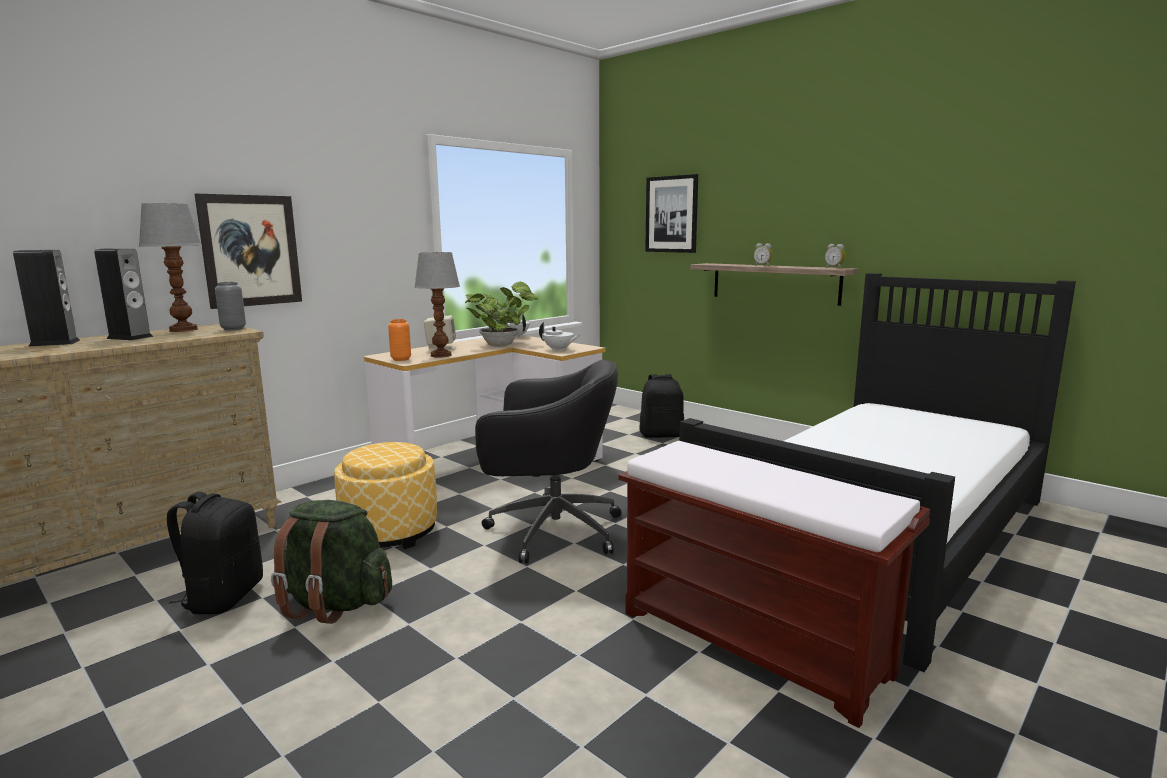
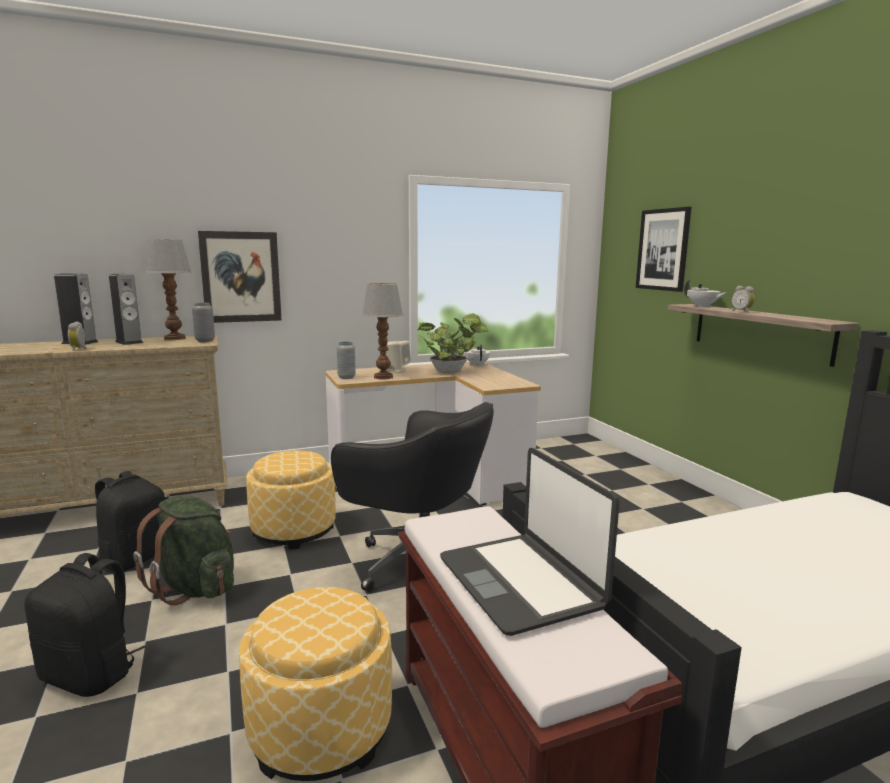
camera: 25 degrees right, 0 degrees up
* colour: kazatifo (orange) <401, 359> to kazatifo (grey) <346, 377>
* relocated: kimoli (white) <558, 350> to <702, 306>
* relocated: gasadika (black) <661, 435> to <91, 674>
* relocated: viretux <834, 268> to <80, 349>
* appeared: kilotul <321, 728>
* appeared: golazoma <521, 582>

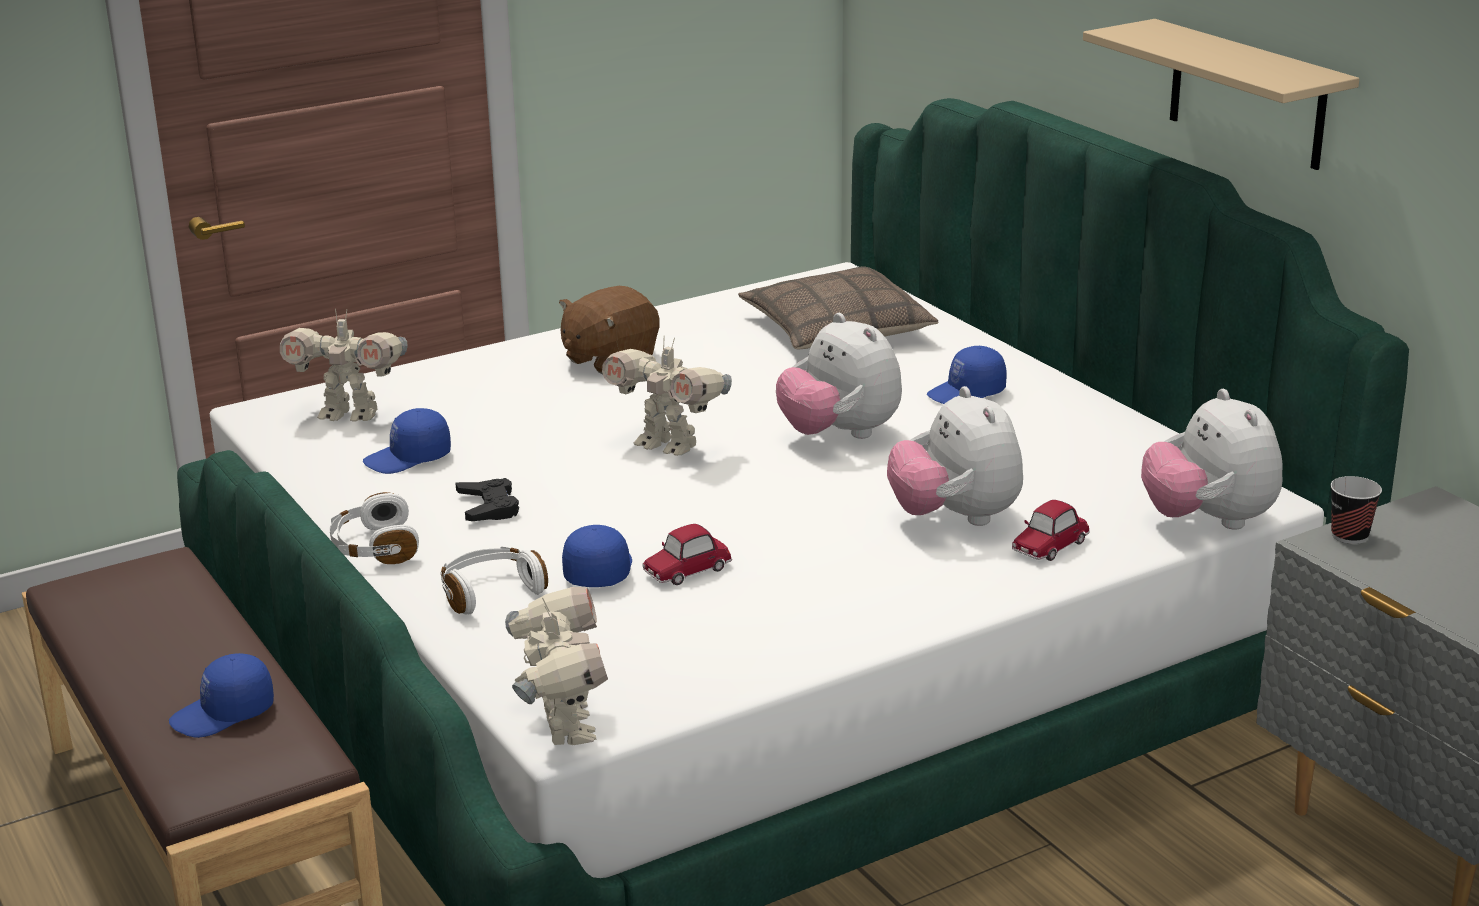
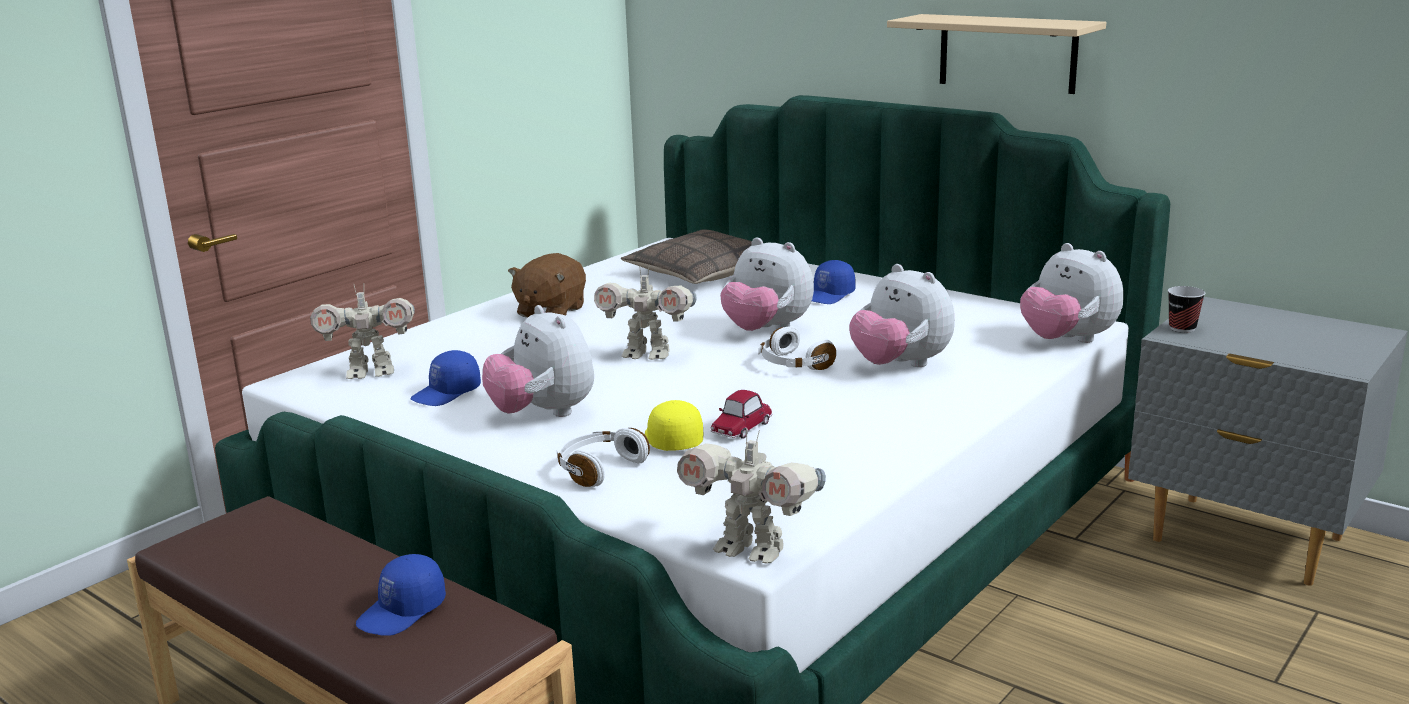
camera: 20 degrees left, 5 degrees down
* relocated: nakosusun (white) <374, 547> to <793, 364>
* exchanged: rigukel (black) <488, 507> to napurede <543, 414>
* spun: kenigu <563, 728> = <751, 550> 150 degrees clockwise
* colour: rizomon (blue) <597, 570> to rizomon (yellow) <671, 439>
* missing: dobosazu <1049, 546>

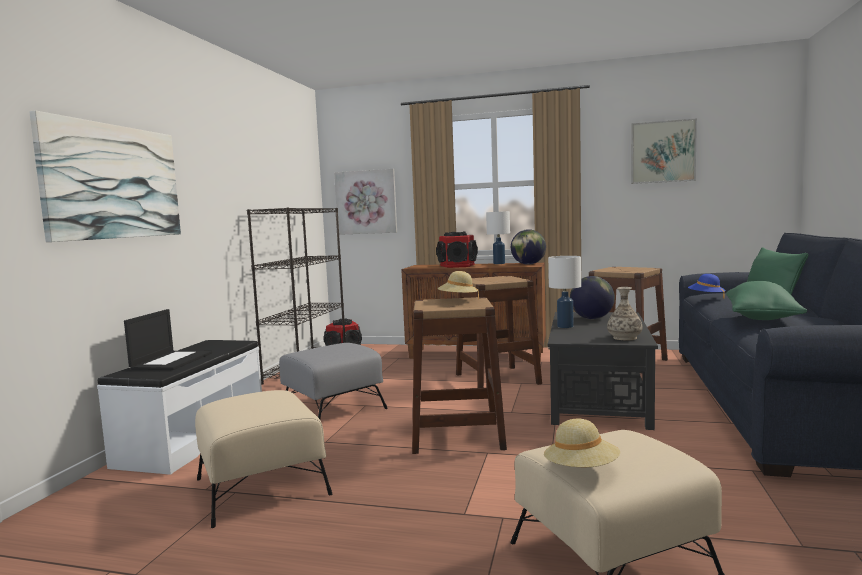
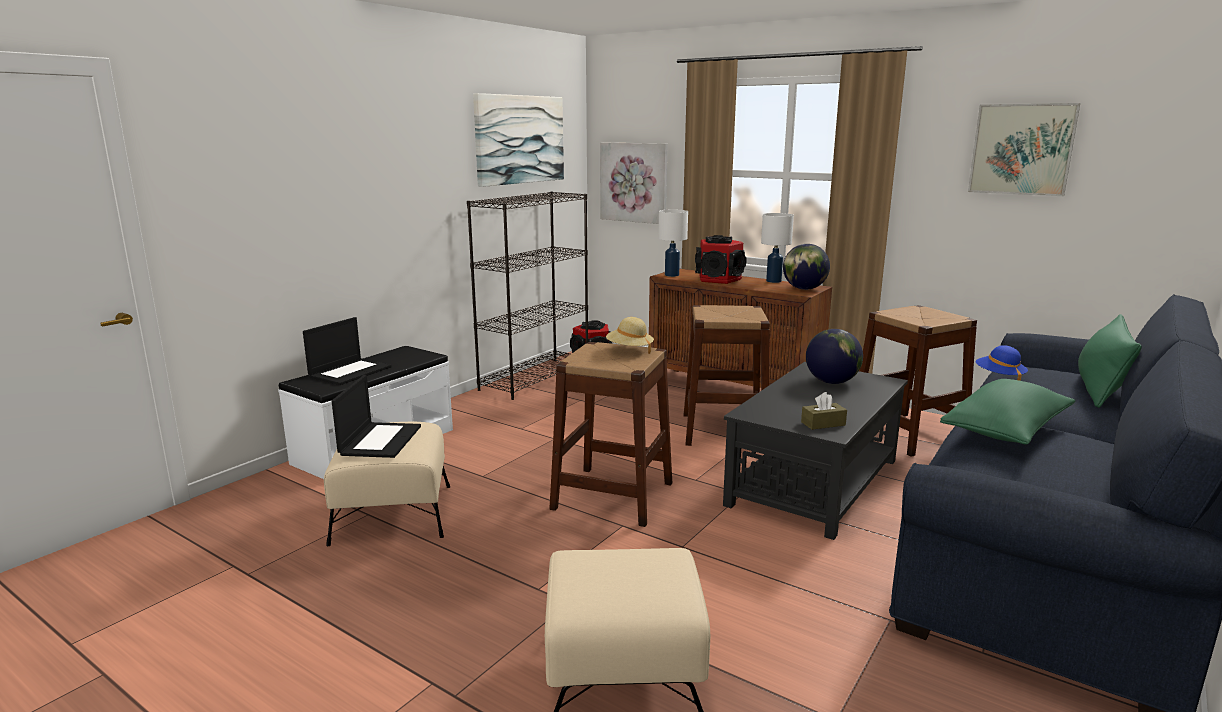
camera: 20 degrees right, 10 degrees up
* relocated: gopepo <113, 182> to <520, 139>
* missing: kilotul (grey) <334, 408>
* missing: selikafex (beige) <581, 470>
* relocated: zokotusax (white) <564, 326> to <671, 275>
* exchanged: kazatifo <624, 338> to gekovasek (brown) <823, 423>
* appeared: golazoma <380, 440>

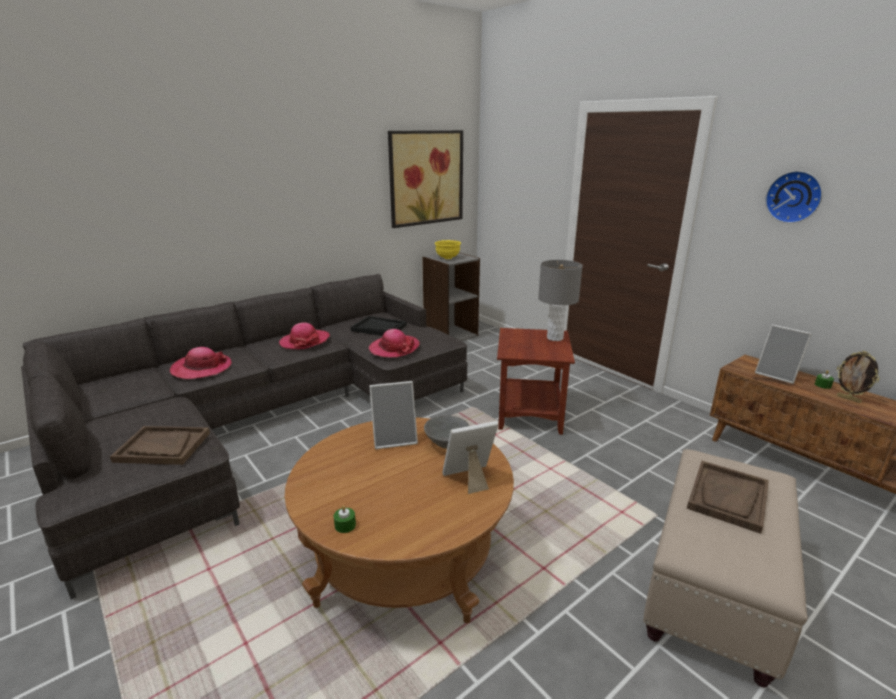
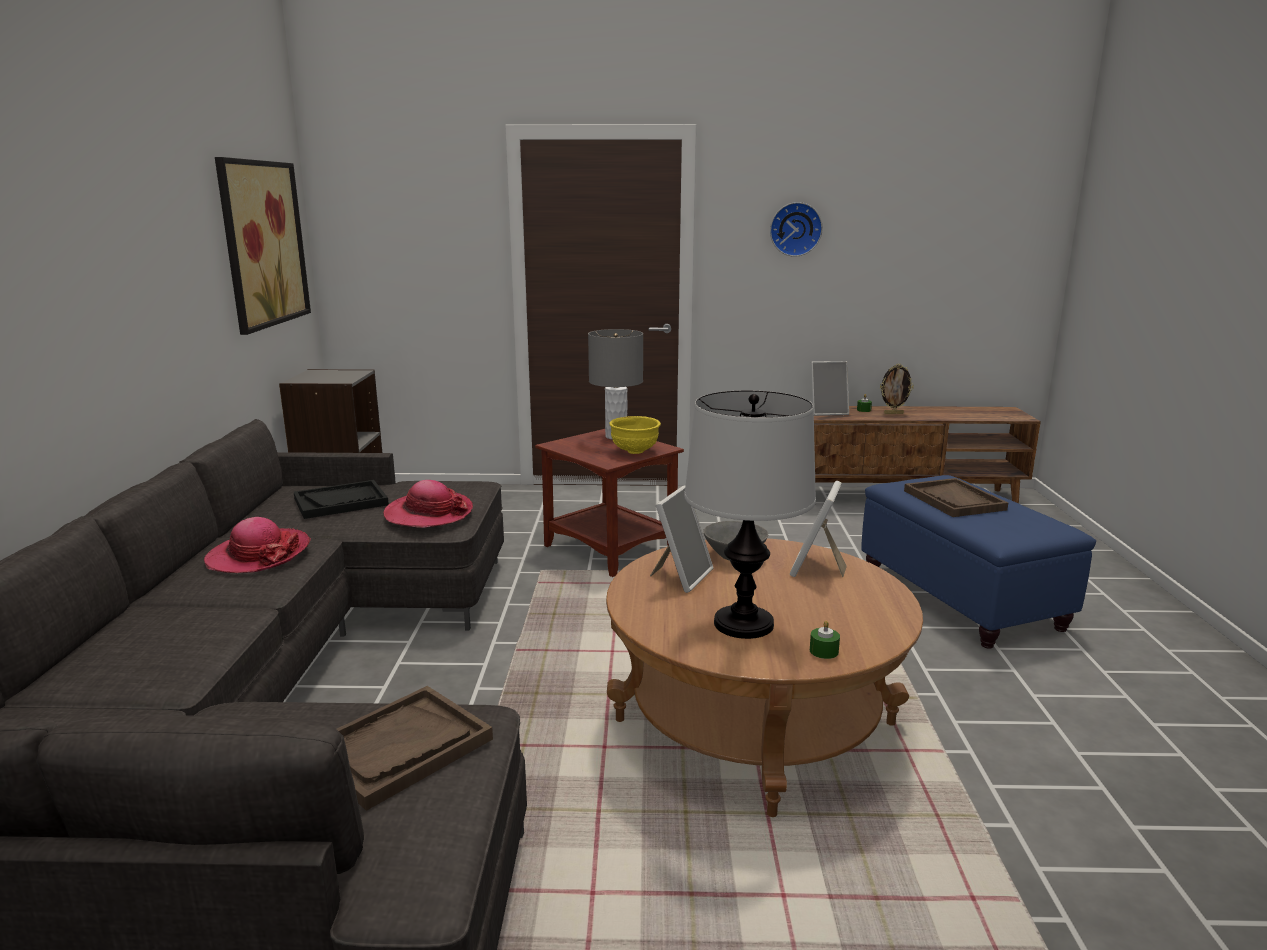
camera: 50 degrees left, 5 degrees down
* missing: selikafex <201, 368>
* relocated: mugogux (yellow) <447, 258> to <634, 452>
* colour: kilotul (beige) <713, 588> to kilotul (blue) <959, 597>
* appeared: zokotusax <743, 624>

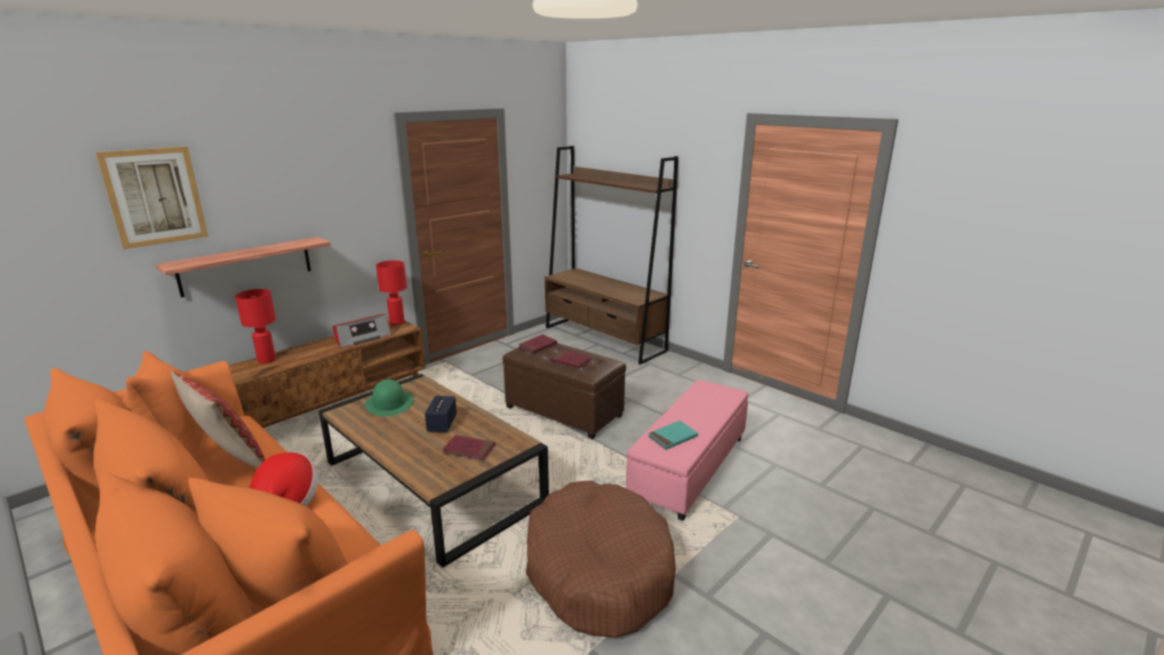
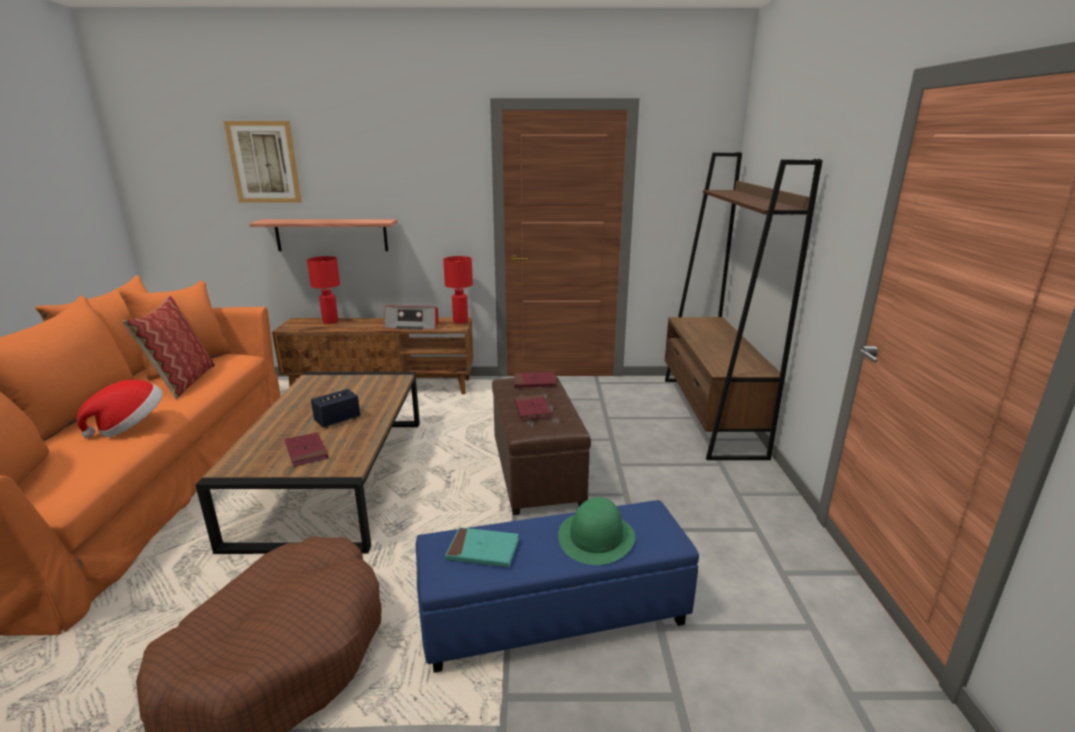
camera: 45 degrees right, 0 degrees up
* relocated: selikafex (green) <389, 403> to <596, 537>
* colour: kilotul (pink) <690, 468> to kilotul (blue) <554, 616>

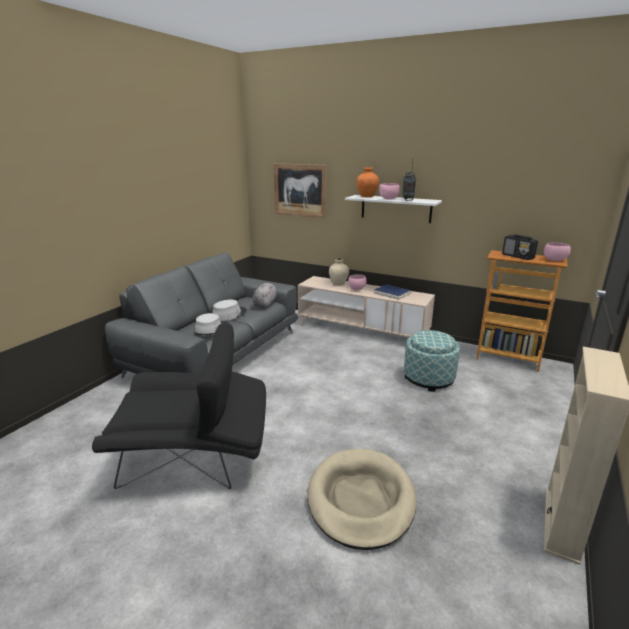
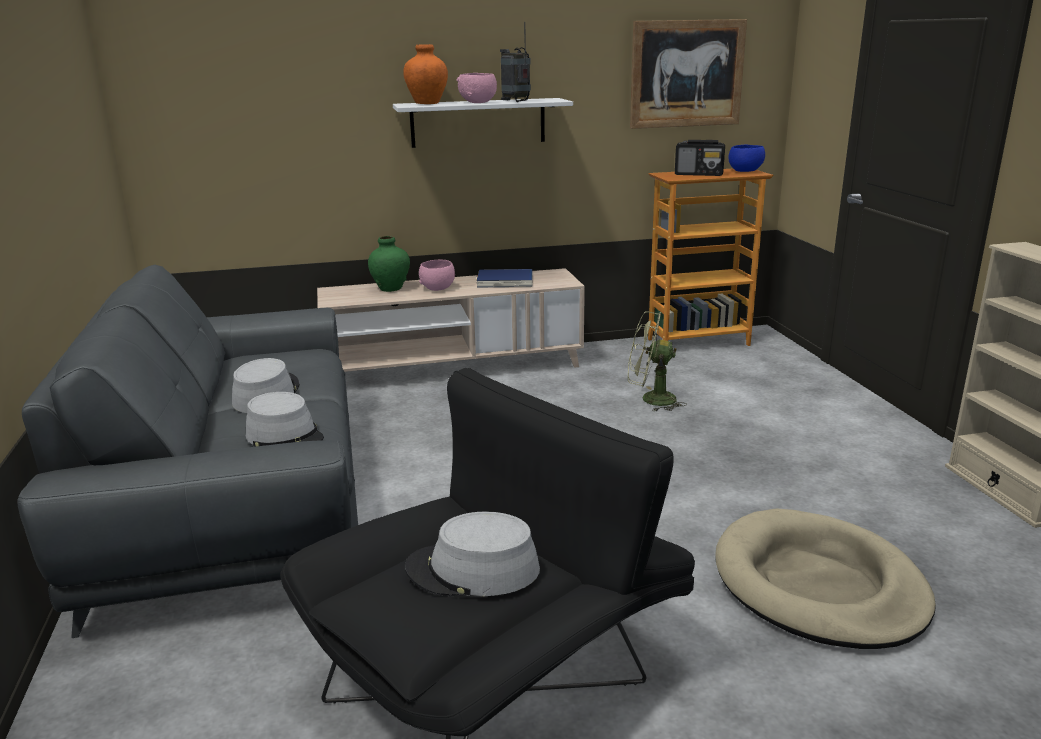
camera: 40 degrees left, 0 degrees up
* missing: napurede (grey) <265, 304>
* relocated: gopepo <300, 190> to <687, 74>
* colour: kazatifo (beige) <338, 283> to kazatifo (green) <391, 288>
* exchanged: kilotul <429, 378> to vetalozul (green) <650, 399>
* colour: mugogux (pink) <554, 260> to mugogux (blue) <745, 171>
* appeared: selikafex (grey) <473, 570>

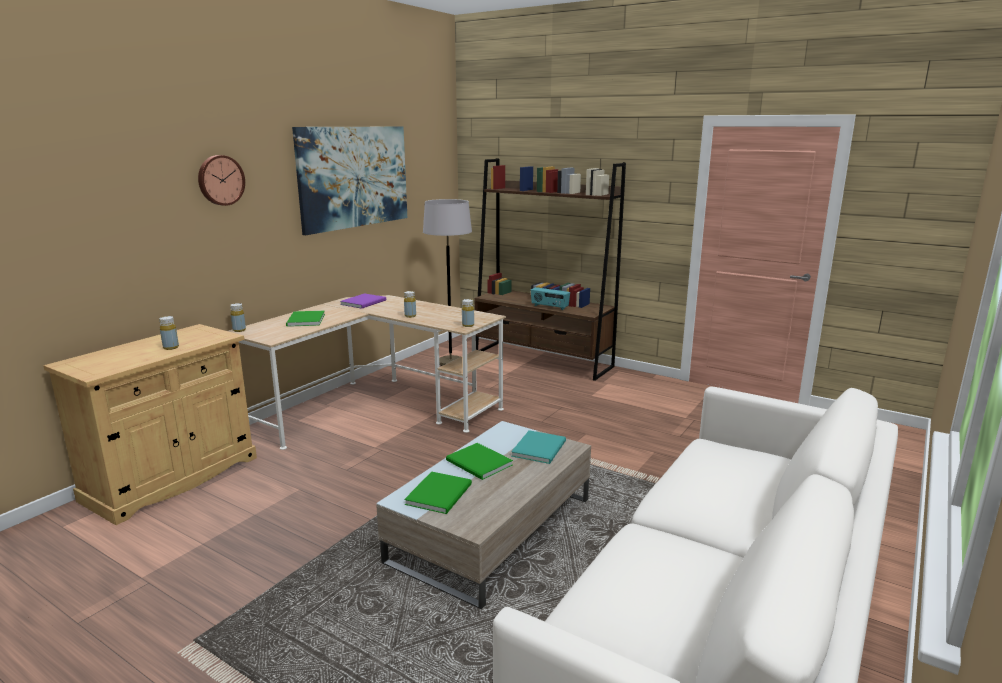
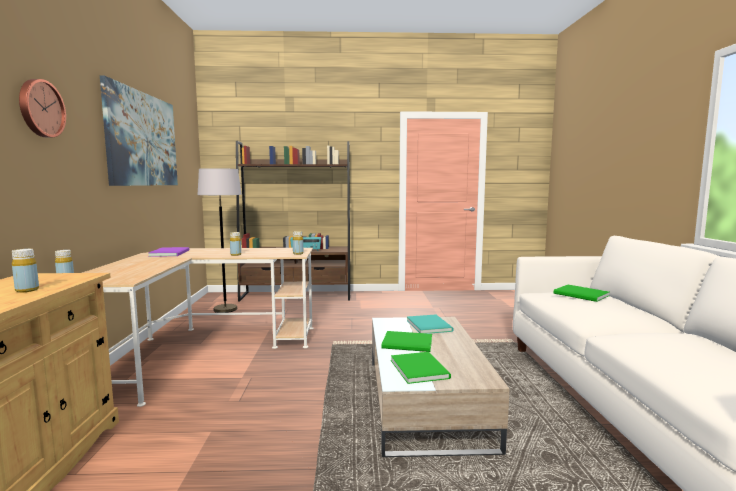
camera: 35 degrees left, 10 degrees down
* relocated: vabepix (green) <304, 320> to <582, 295>

